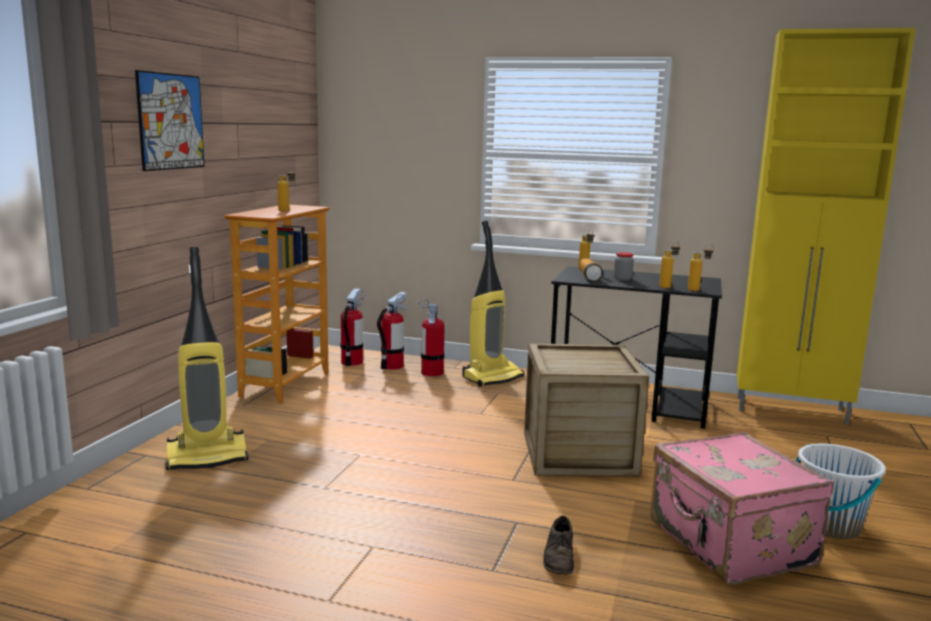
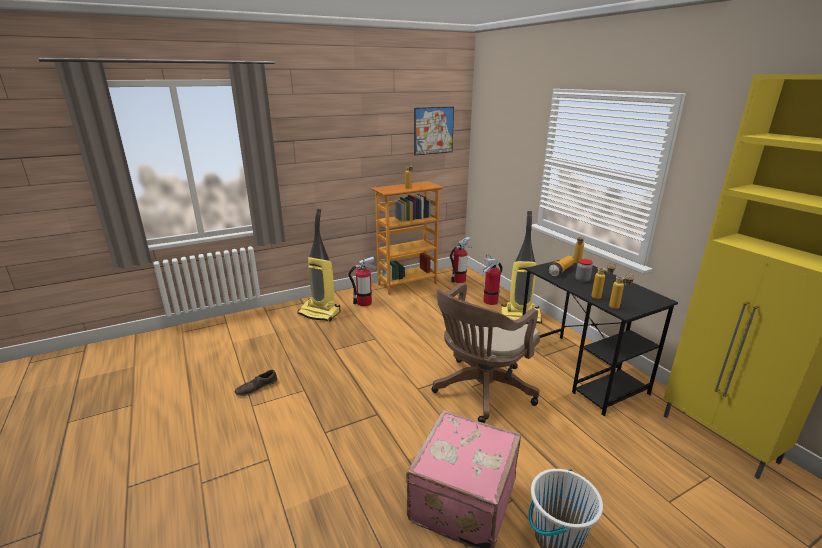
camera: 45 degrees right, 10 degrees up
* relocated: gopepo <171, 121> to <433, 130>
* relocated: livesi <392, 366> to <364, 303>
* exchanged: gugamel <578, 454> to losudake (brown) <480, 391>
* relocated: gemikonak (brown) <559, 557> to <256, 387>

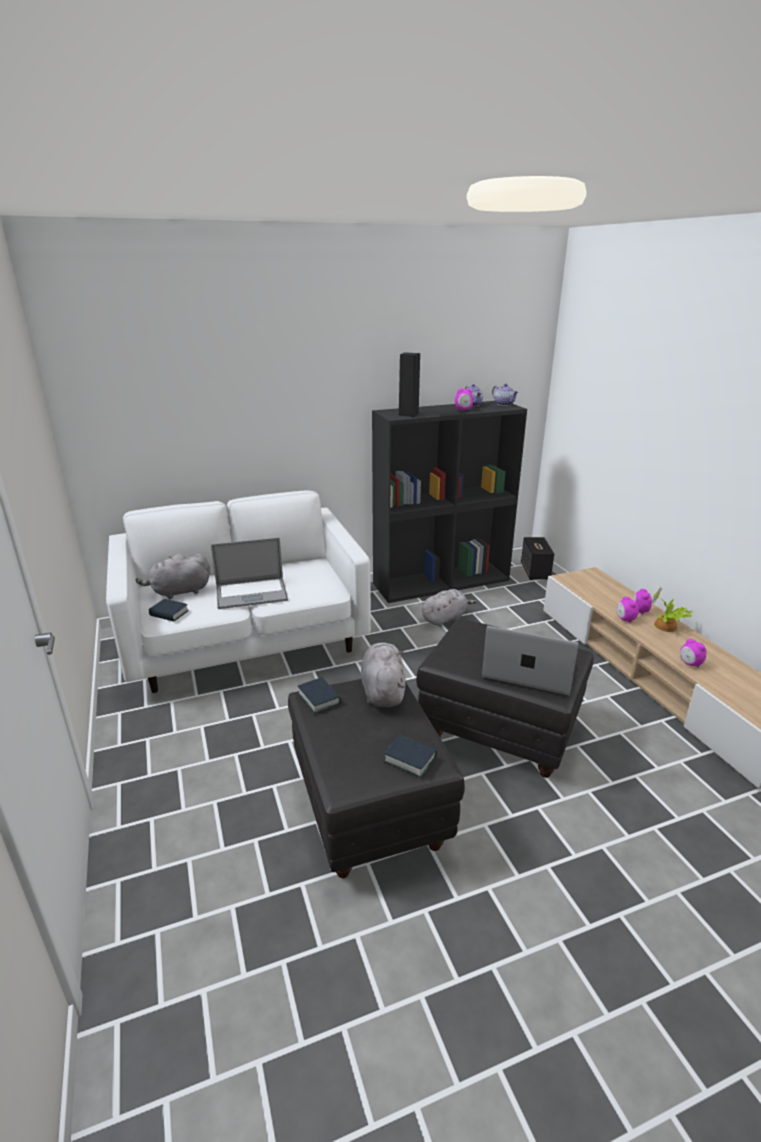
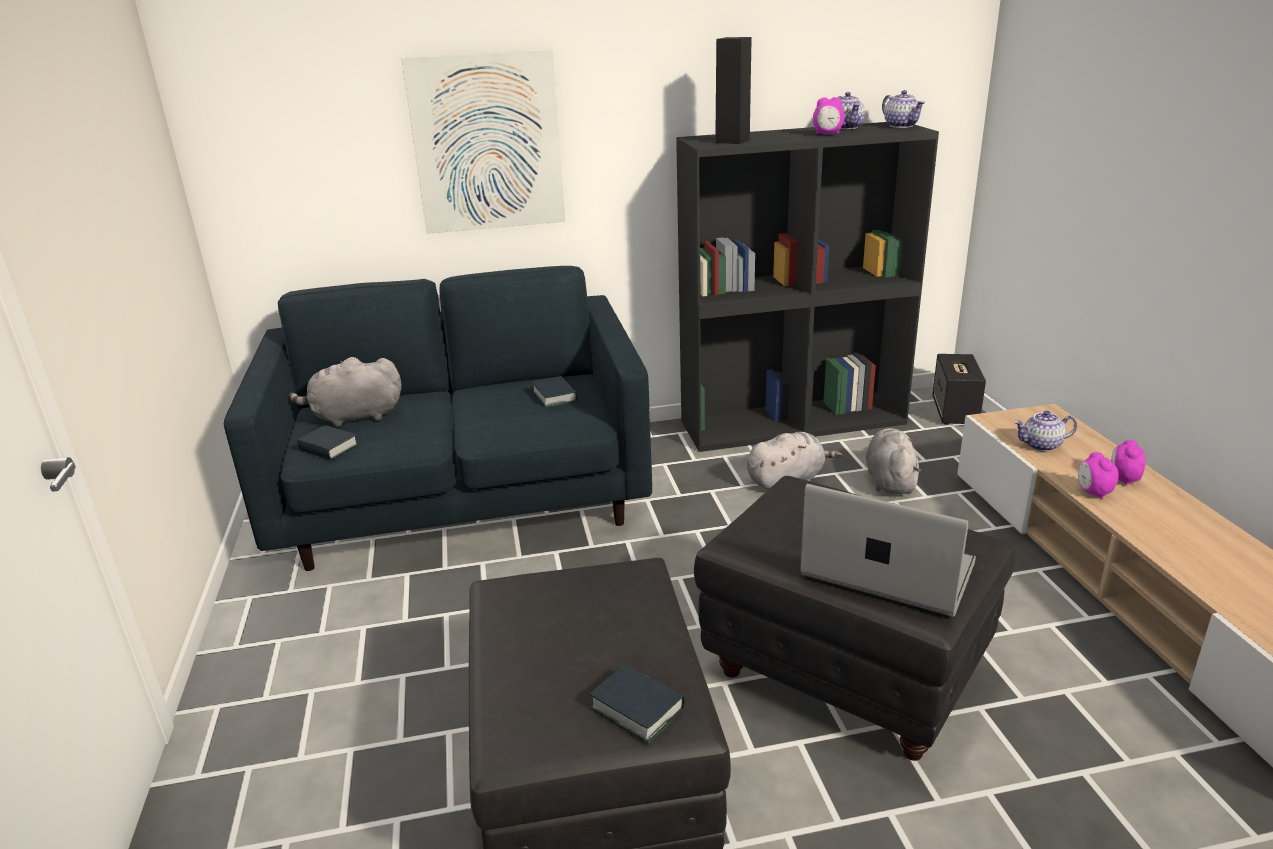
camera: 10 degrees right, 0 degrees up
* colour: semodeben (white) <245, 640> to semodeben (blue) <464, 499>
* missing: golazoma <251, 593>
* relocated: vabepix <319, 698> to <554, 396>
* relocated: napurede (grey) <383, 690> to <890, 480>
* missing: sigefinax <666, 627>
* missing: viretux <690, 664>
* appeared: gopepo <487, 143>
* appeared: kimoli <1041, 445>

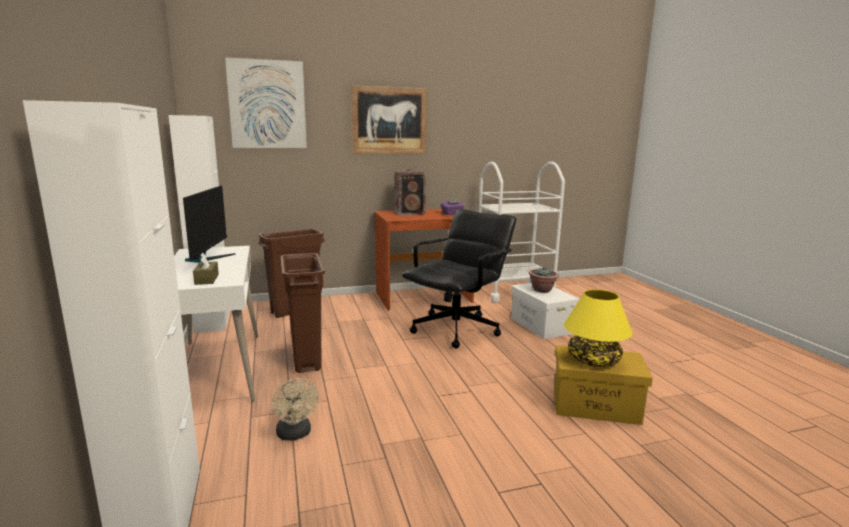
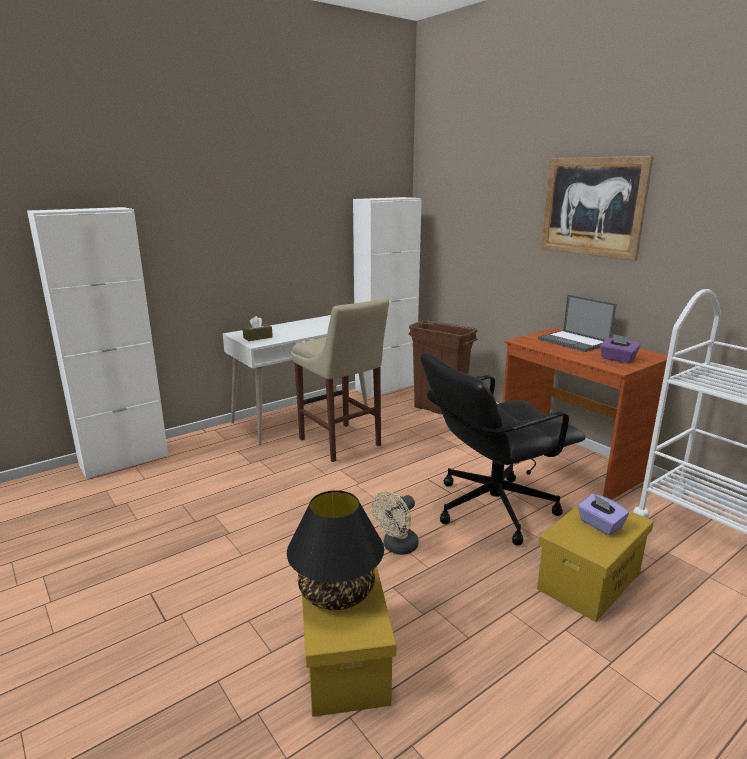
camera: 70 degrees right, 5 degrees up
* missing: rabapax <209, 261>
* missing: gopepo <267, 104>
* relocated: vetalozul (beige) <295, 434> to <397, 547>
* exchanged: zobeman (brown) <306, 359> to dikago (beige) <341, 444>
* exchanged: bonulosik <410, 213> to golazoma <574, 341>
* spun: losudake (black) <457, 329> = <492, 507> 135 degrees clockwise
* colour: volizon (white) <541, 326> to volizon (yellow) <589, 581>
* exchanged: sigefinax <542, 290> to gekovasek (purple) <600, 525>
* colour: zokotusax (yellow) <593, 360> to zokotusax (black) <336, 591>

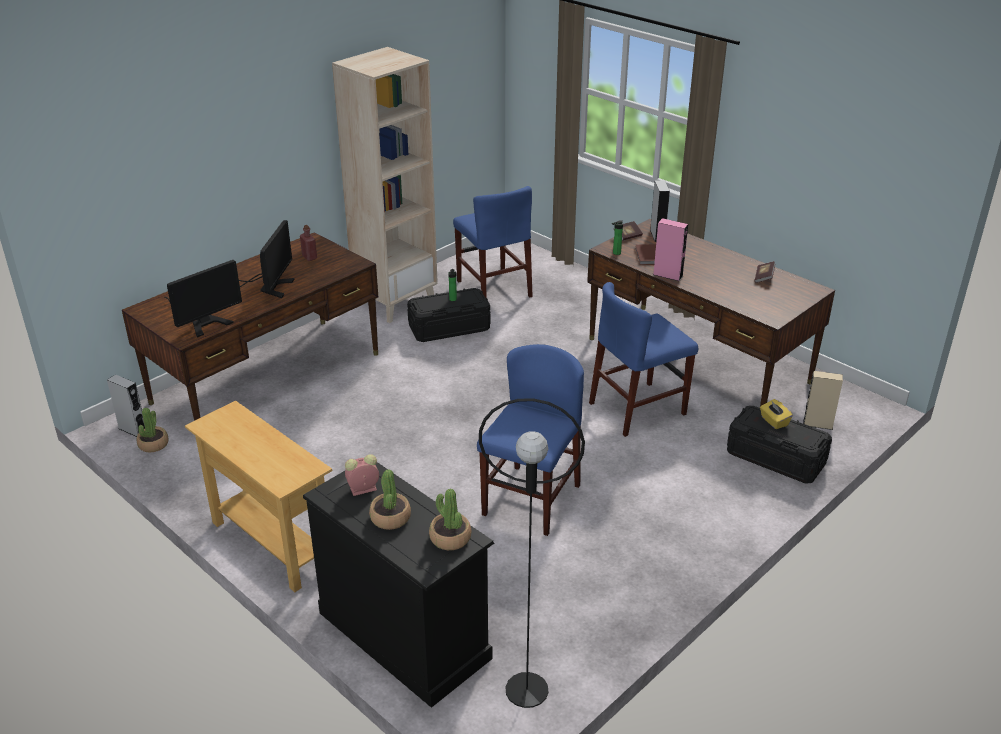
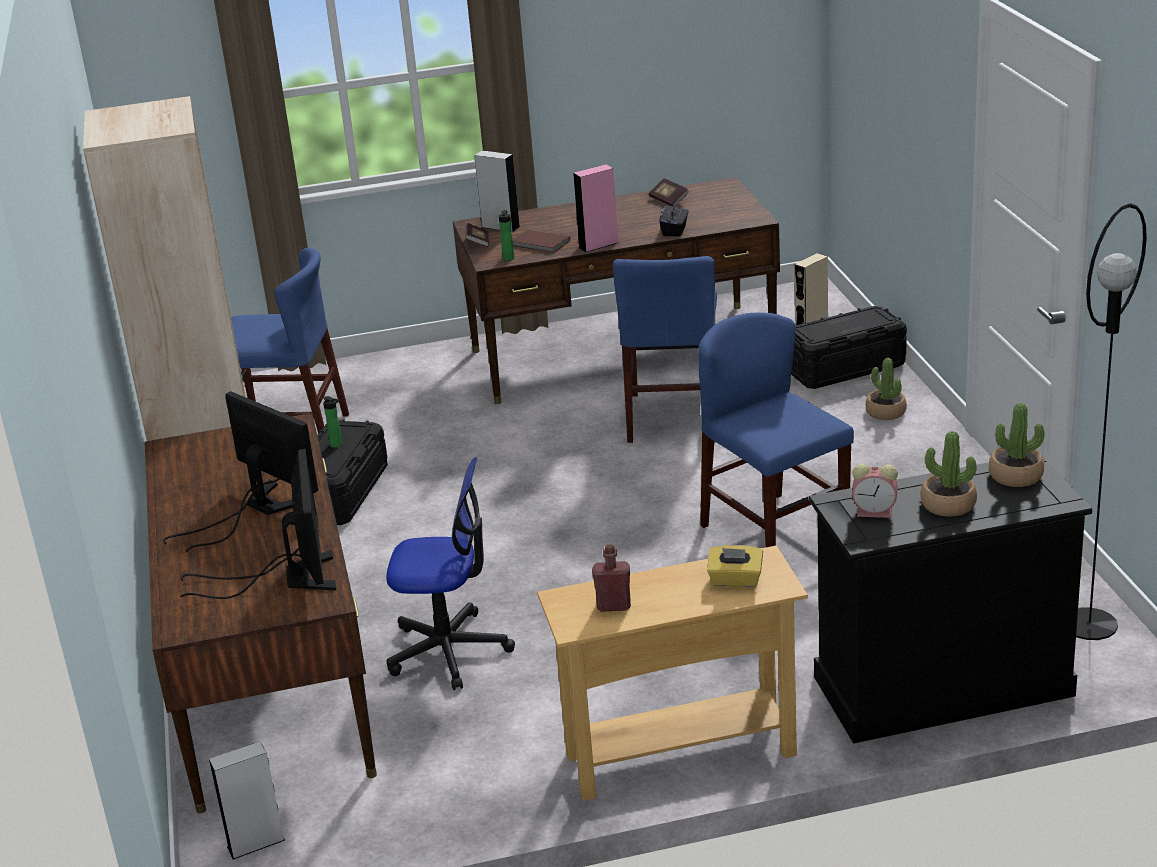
camera: 55 degrees left, 5 degrees down
* relocated: sigefinax <153, 444> to <885, 412>
* relocated: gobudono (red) <309, 257> to <614, 606>
* spun: viretux <362, 489> = <876, 512> 90 degrees counterclockwise
* relocated: gekovasek (yellow) <774, 421> to <735, 581>
* appeared: losudake <449, 651>
* appeared: gekovasek (black) <675, 230>

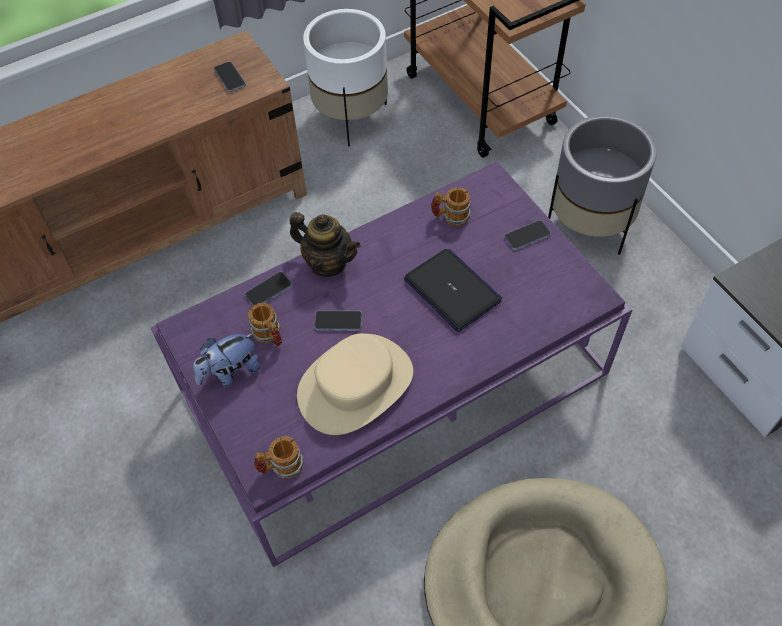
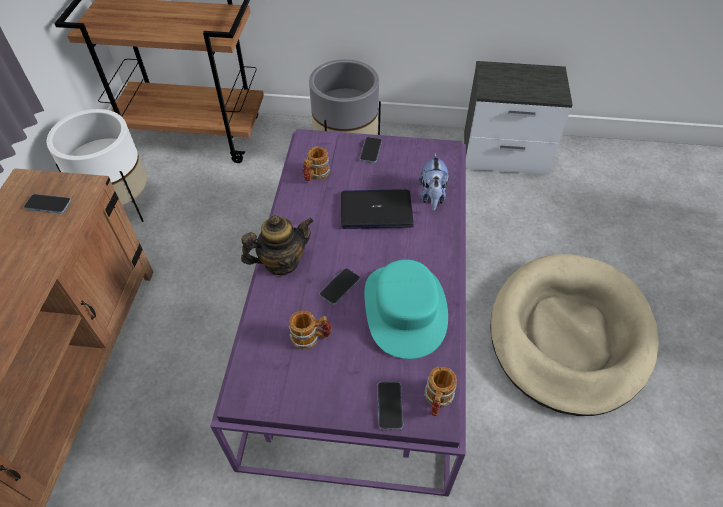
camera: 55 degrees left, 5 degrees down
* relocated: napurede <230, 372> to <432, 196>
* relocated: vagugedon <268, 290> to <389, 406>
* colour: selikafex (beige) <356, 385> to selikafex (turquoise) <405, 309>

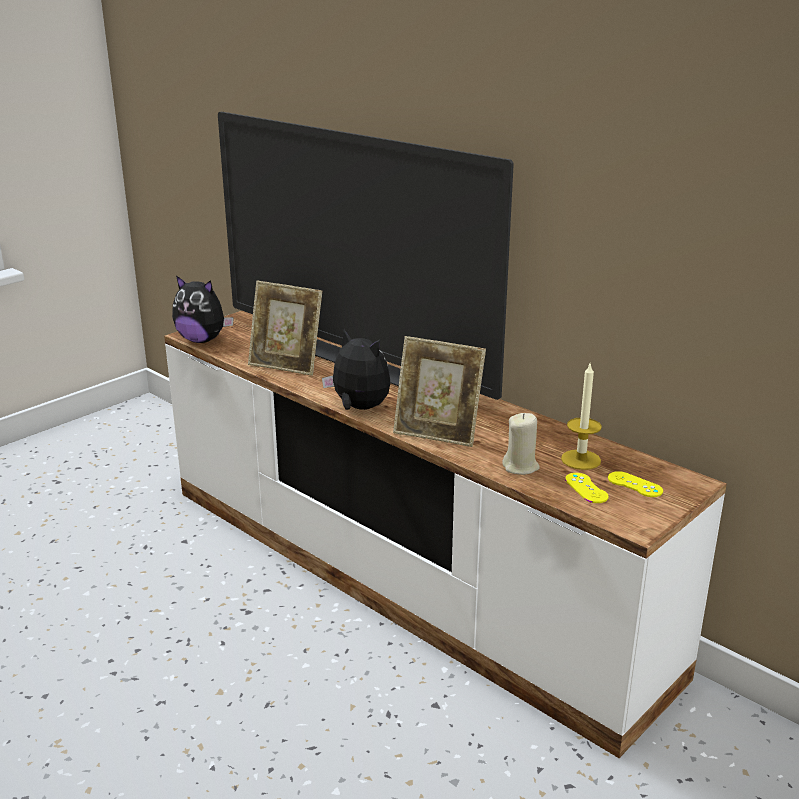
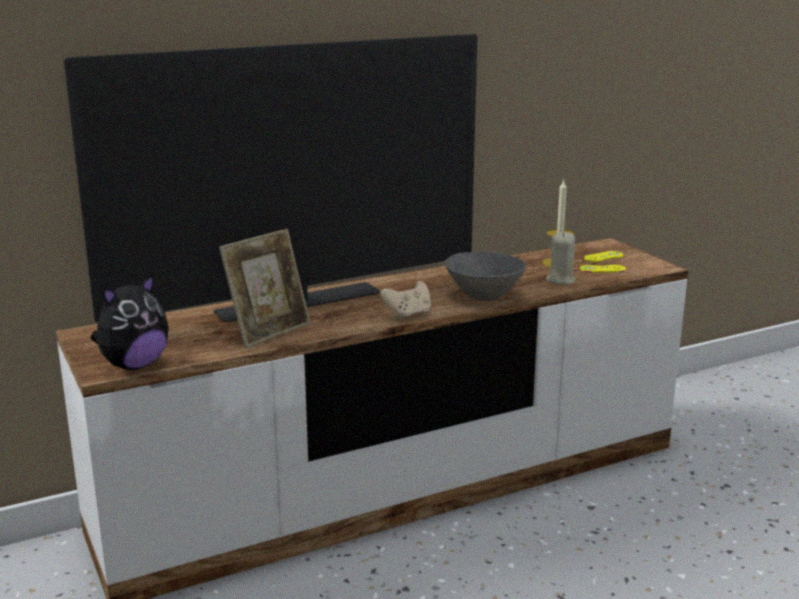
camera: 70 degrees left, 5 degrees down
* exchanged: napurede <359, 408> to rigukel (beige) <408, 315>
* exchanged: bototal <437, 433> to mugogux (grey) <483, 295>

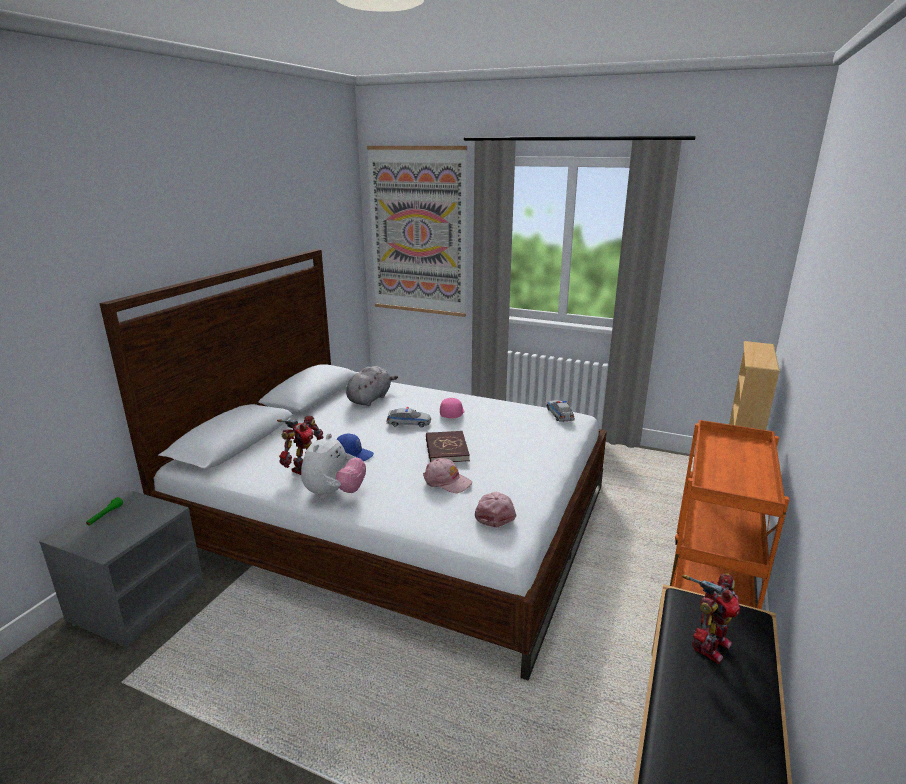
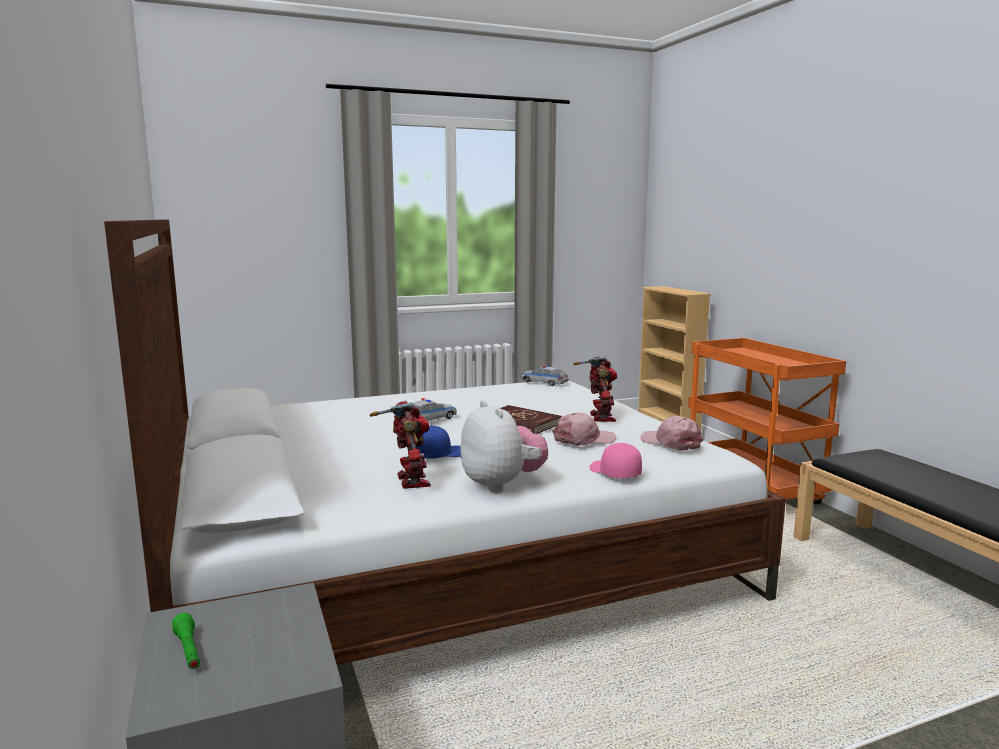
camera: 45 degrees left, 10 degrees down
* missing: napurede (grey) <370, 399>
* missing: gopepo <417, 232>
* relocated: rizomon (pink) <452, 413> to <614, 472>
* relocated: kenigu <708, 644> to <599, 417>

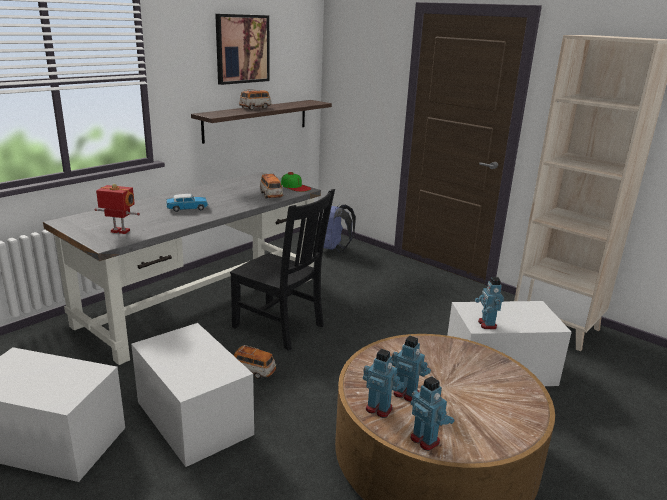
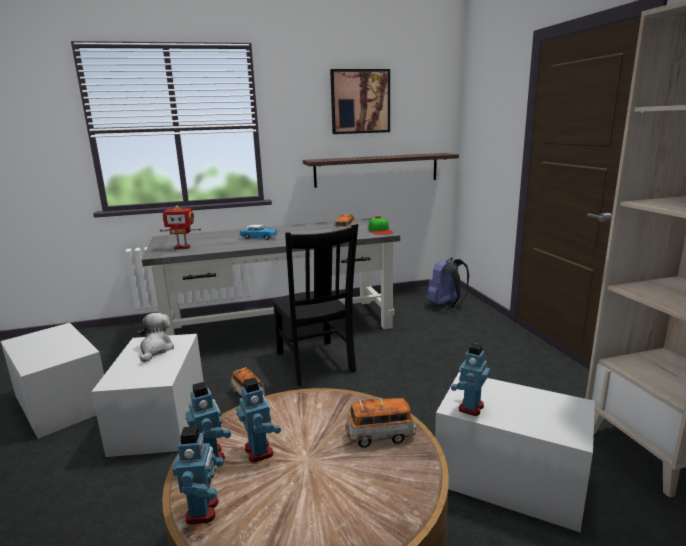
camera: 35 degrees right, 5 degrees down
* spun: kenigu <119, 231> = <182, 247> 135 degrees clockwise
* relocated: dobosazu <255, 108> to <380, 436>
* appeared: napurede <156, 349>

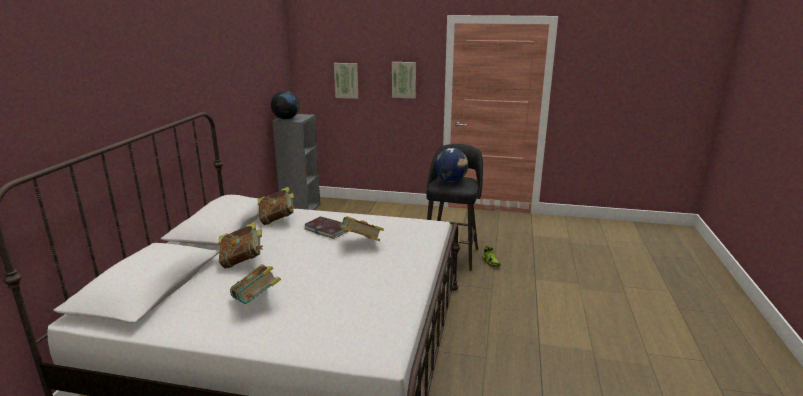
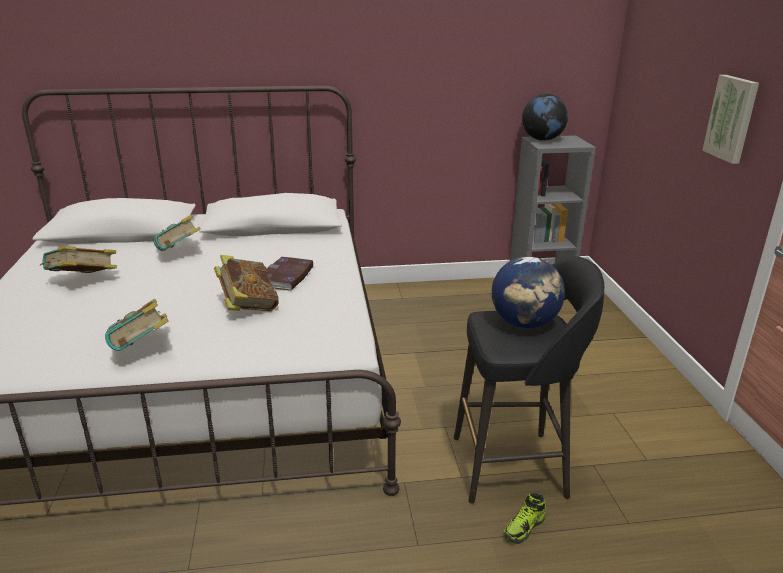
camera: 70 degrees right, 5 degrees up
* relocated: vabepix <278, 220> to <142, 349>
* missing: gopepo <346, 80>

